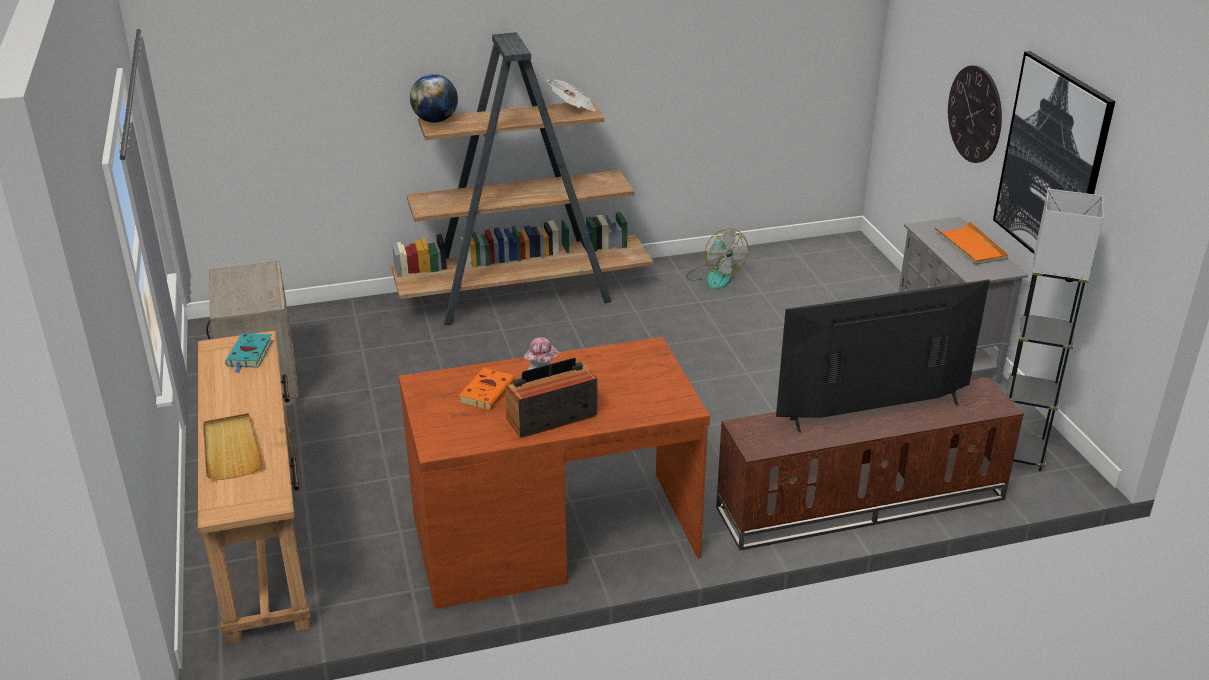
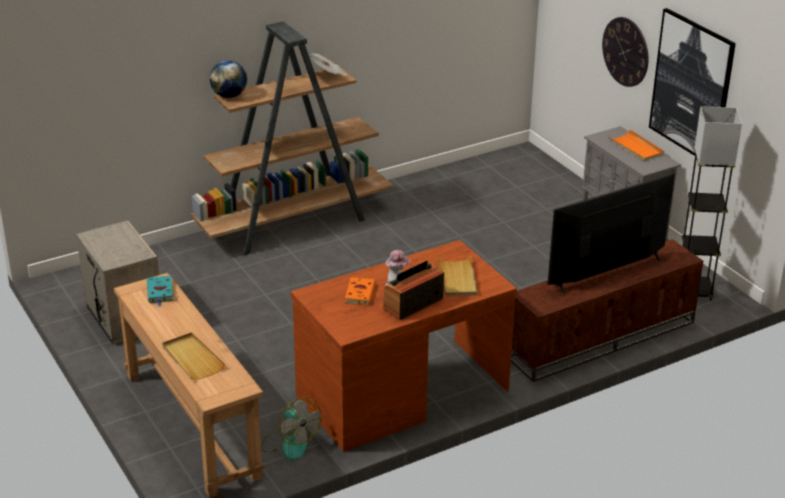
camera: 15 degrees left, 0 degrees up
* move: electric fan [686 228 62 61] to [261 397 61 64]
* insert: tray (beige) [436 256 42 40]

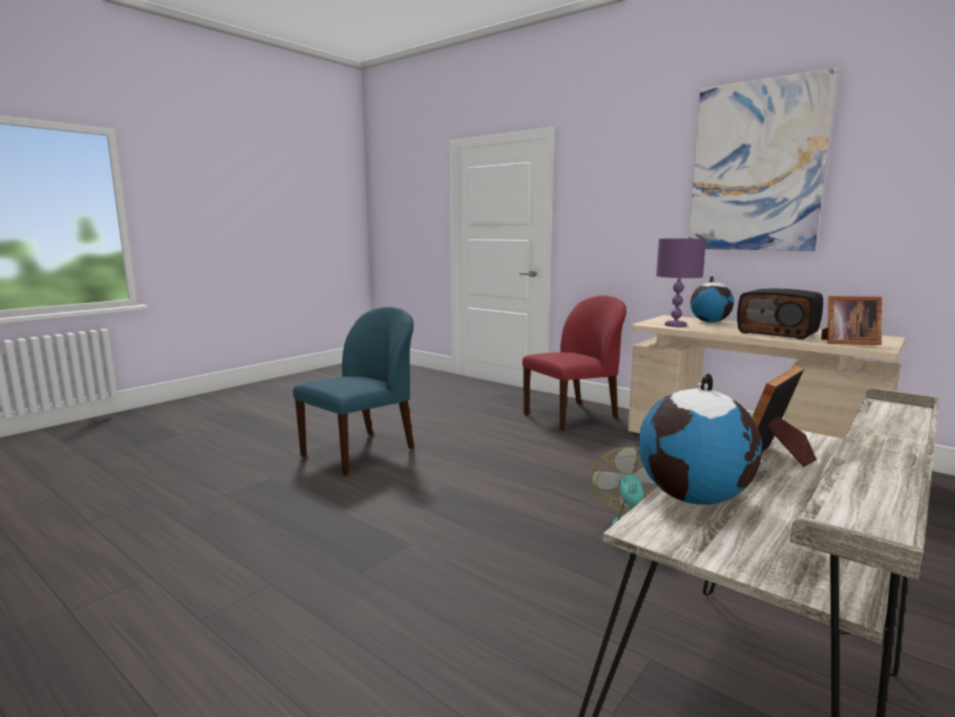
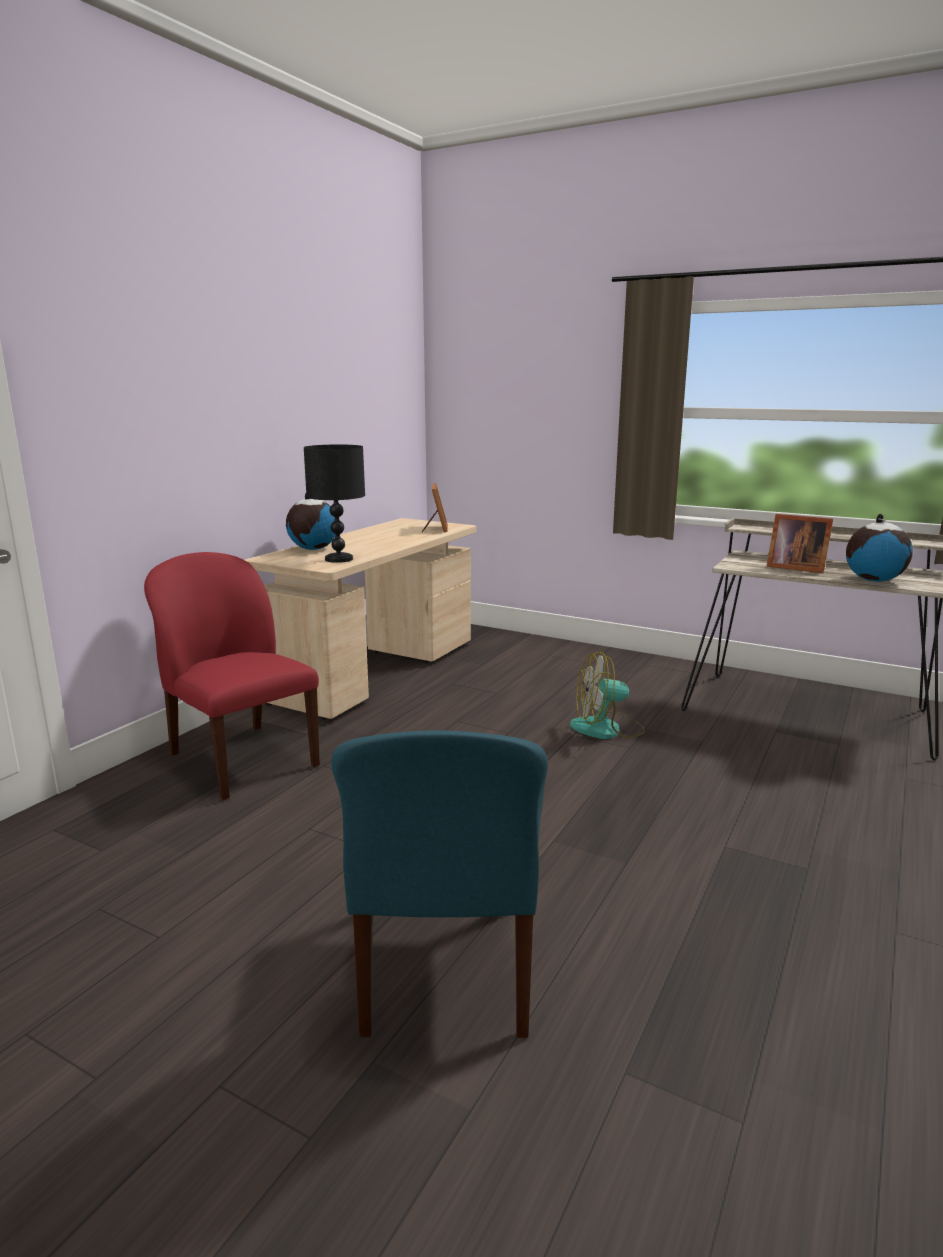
camera: 100 degrees left, 5 degrees up
* delete: wall art [688 68 150 183]
* recolor: table lamp (purplish) [656 239 50 88] to table lamp (black-coloured) [304 444 61 119]
* delete: radio receiver [737 289 86 51]
* rotate: plain chair (blue) [293 307 121 169] = [331 730 217 308] 120 degrees counterclockwise

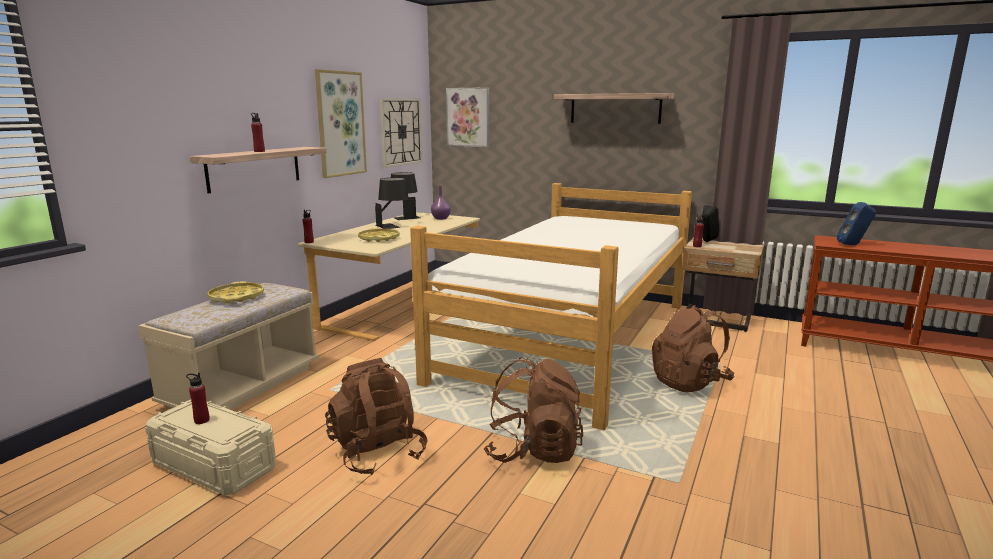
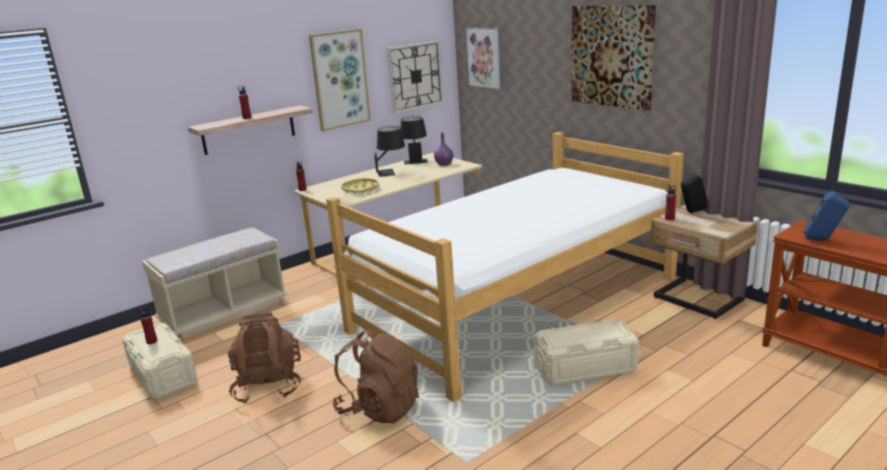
camera: 25 degrees right, 5 degrees up
* replace: bracket shelf [554 93 120 31] to wall art [572 5 84 106]
* delete: tray (yellowish) [207 281 57 22]
* replace: backpack (brown) [652 305 82 87] to storage bin (beige) [534 319 105 67]

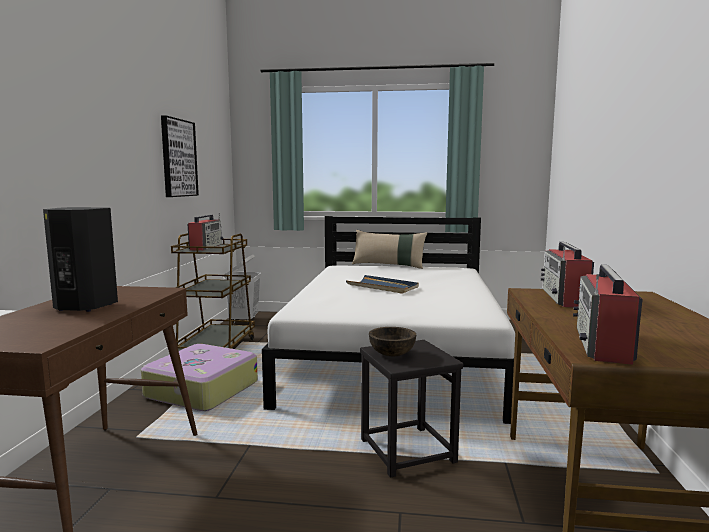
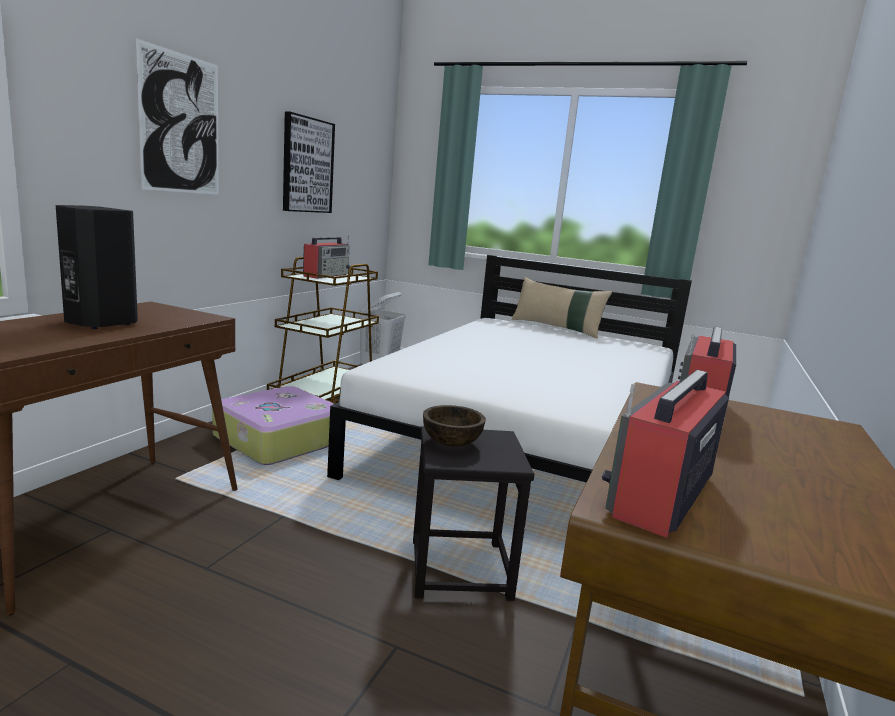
camera: 15 degrees right, 5 degrees up
* delete: tray (blue) [346 275 73 19]
* insert: wall art [135 38 84 157]

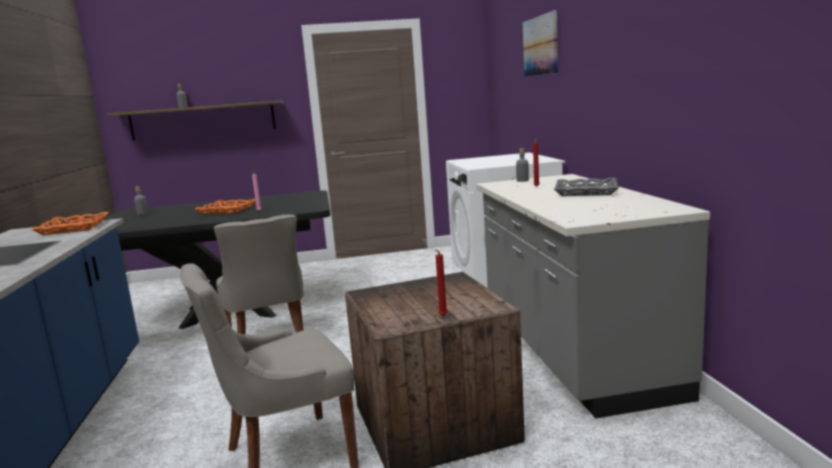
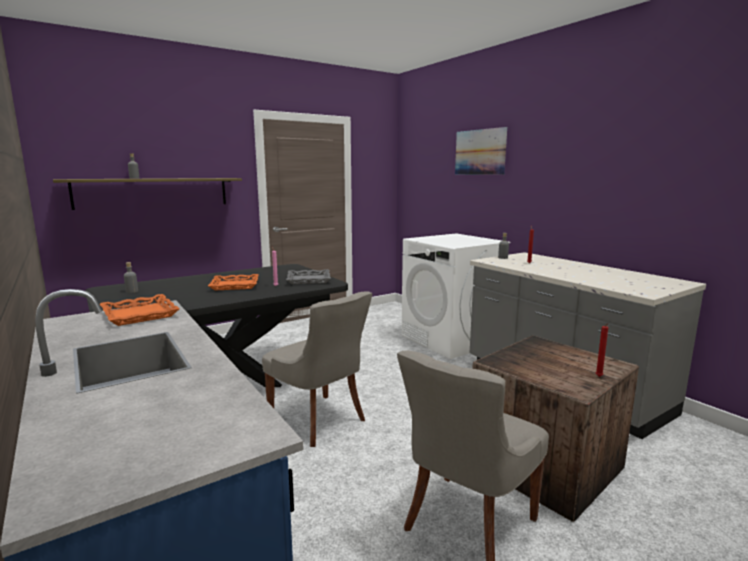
camera: 25 degrees left, 0 degrees up
* move: tray (gray) [554 178 65 18] to [286 269 45 15]

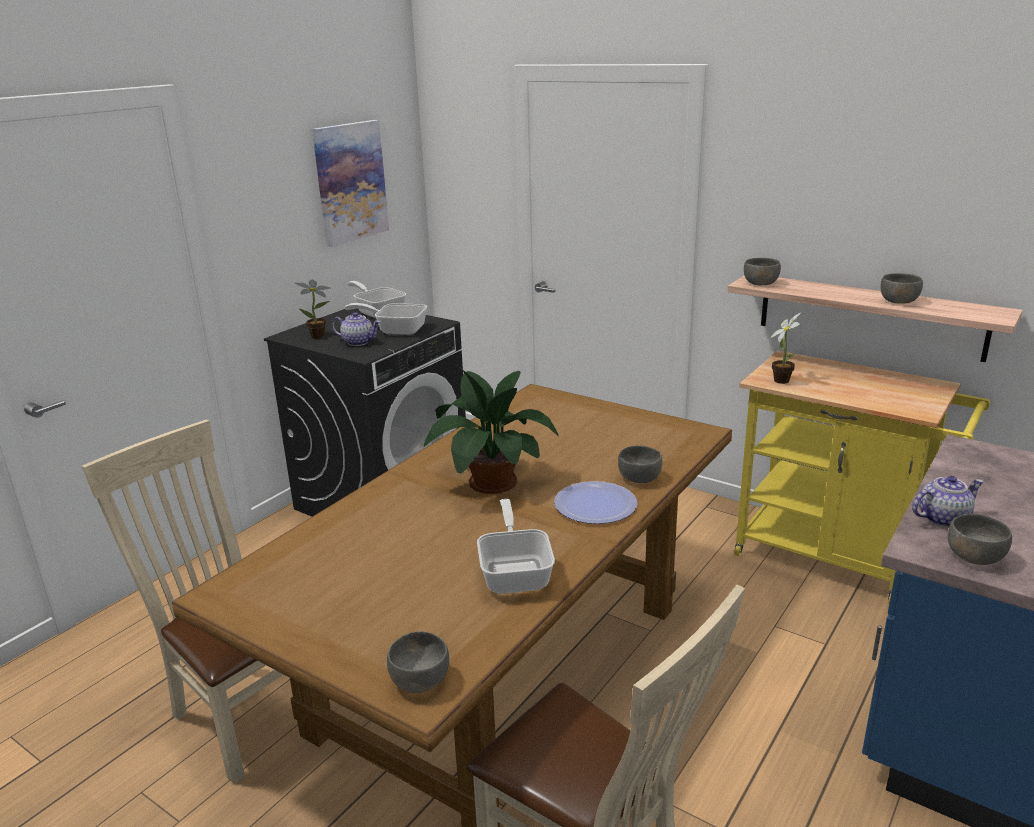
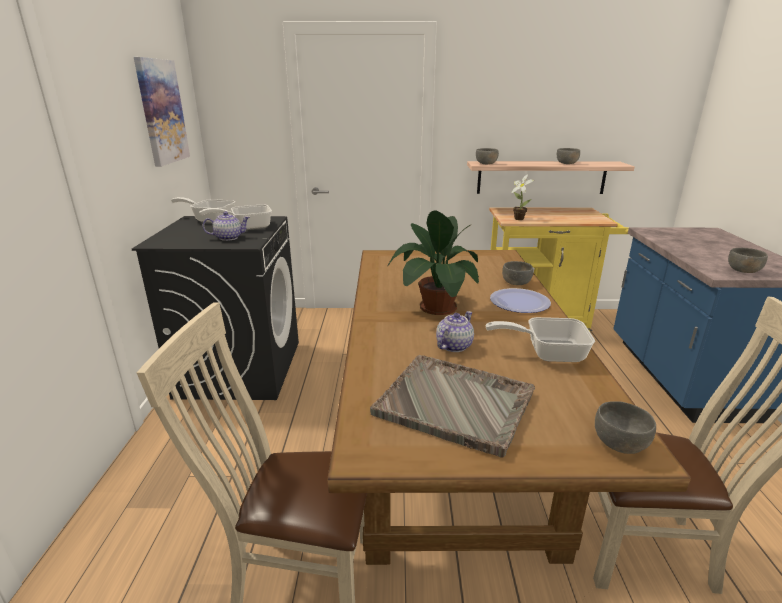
camera: 35 degrees left, 0 degrees up
* delete: houseplant [295 279 36 59]
* move: teapot [912 476 72 51] to [436 311 38 41]
* rotate: pan [477 499 78 95] = [485 317 110 45] 45 degrees counterclockwise
* insert: tray (gray) [370 355 165 103]

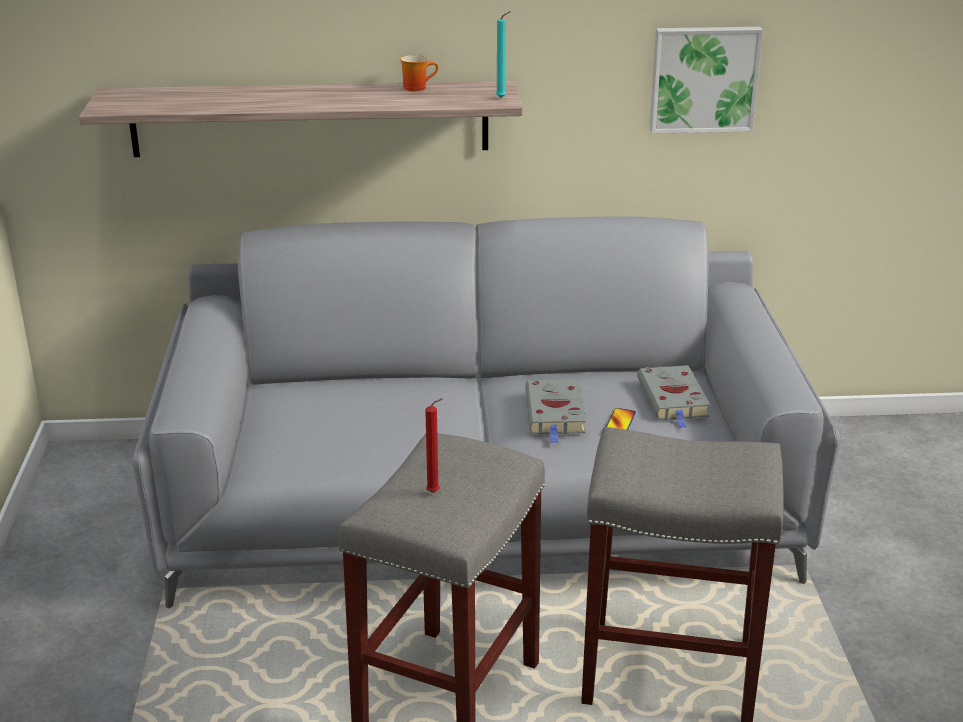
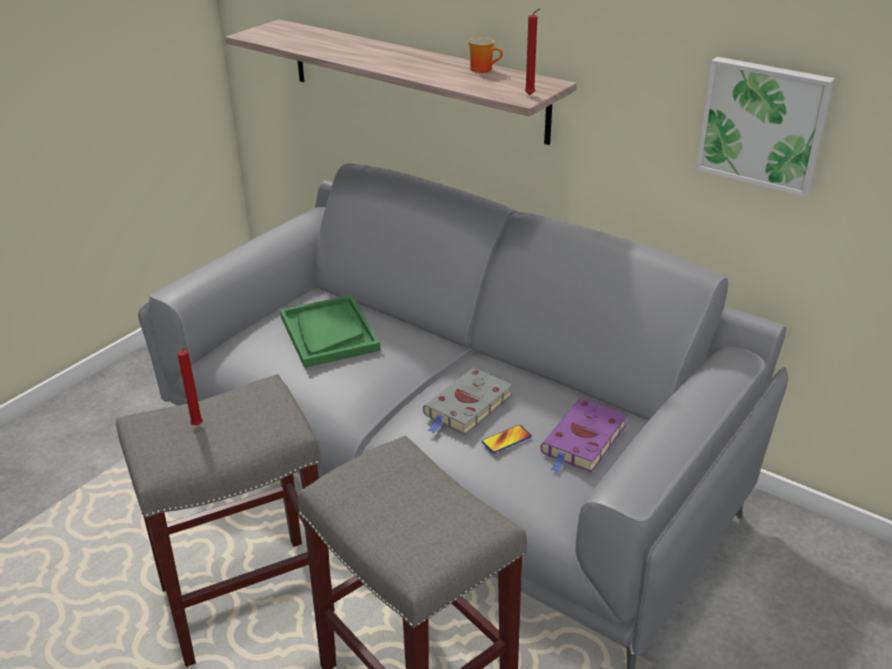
camera: 40 degrees right, 5 degrees up
* recolor: wax light (turquoise-coloured) [496 11 15 87] to wax light (red) [525 8 15 87]
* recolor: book (gray) [637 365 73 63] to book (purplish) [540 398 87 75]
* insert: tray (green-coloured) [280 295 100 73]

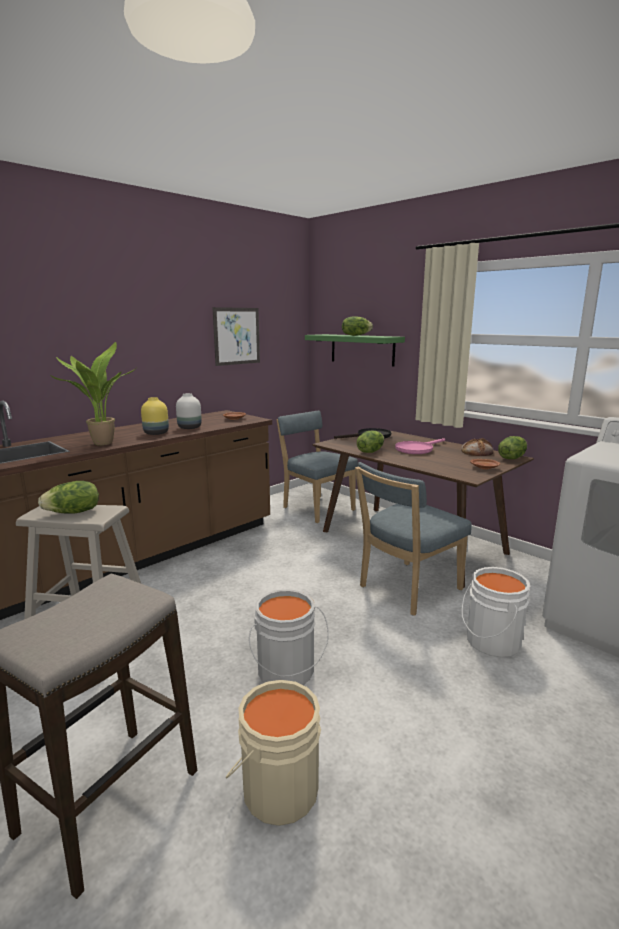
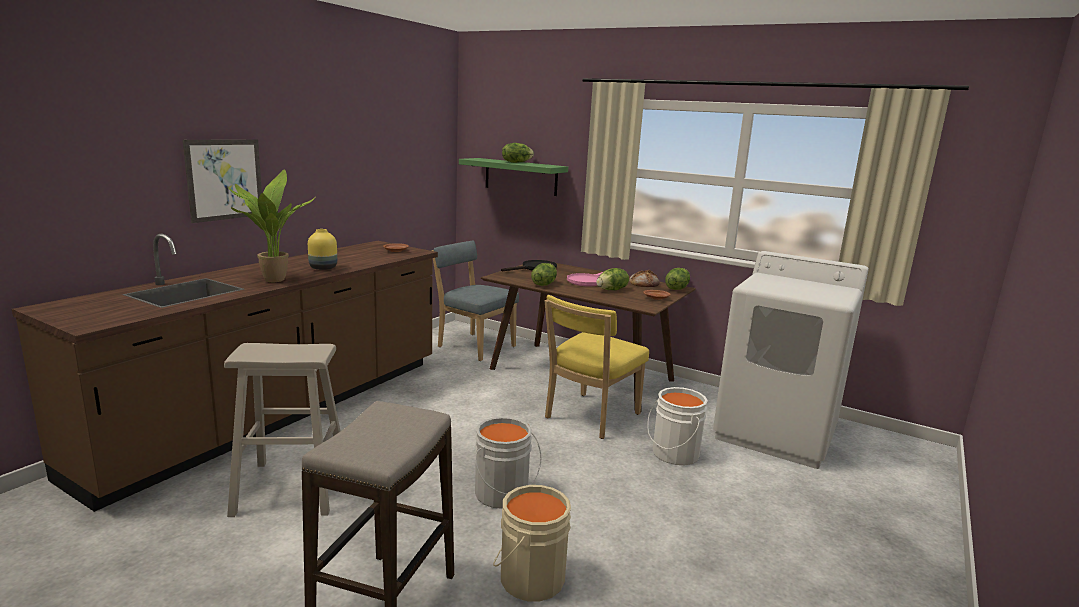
camera: 15 degrees left, 0 degrees up
* move: wall art [212 307 48 59] to [183 139 79 84]
* delete: vase (white-coloured) [176 393 26 36]
* recolor: plain chair (blue) [355 462 117 154] to plain chair (yellowish) [544 295 105 144]
* move: lettuce [38 481 61 32] to [596 268 33 22]

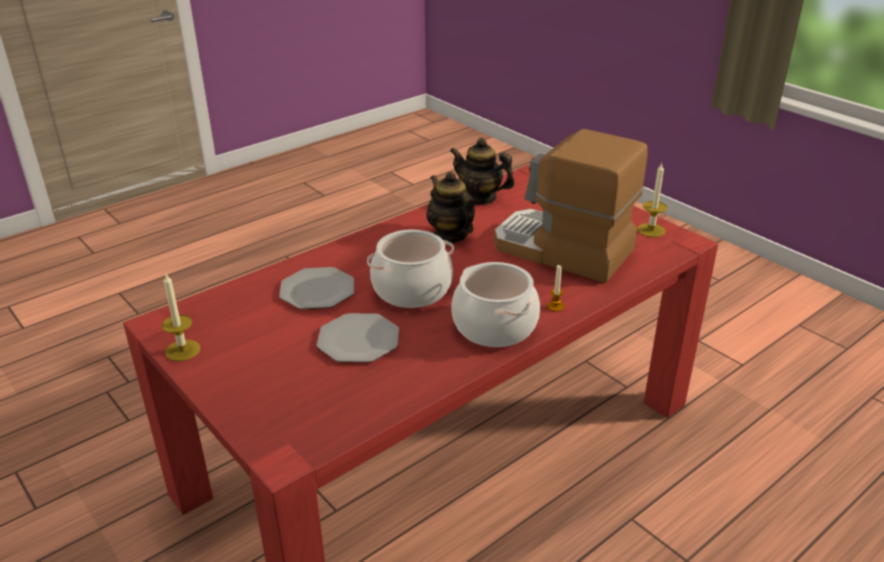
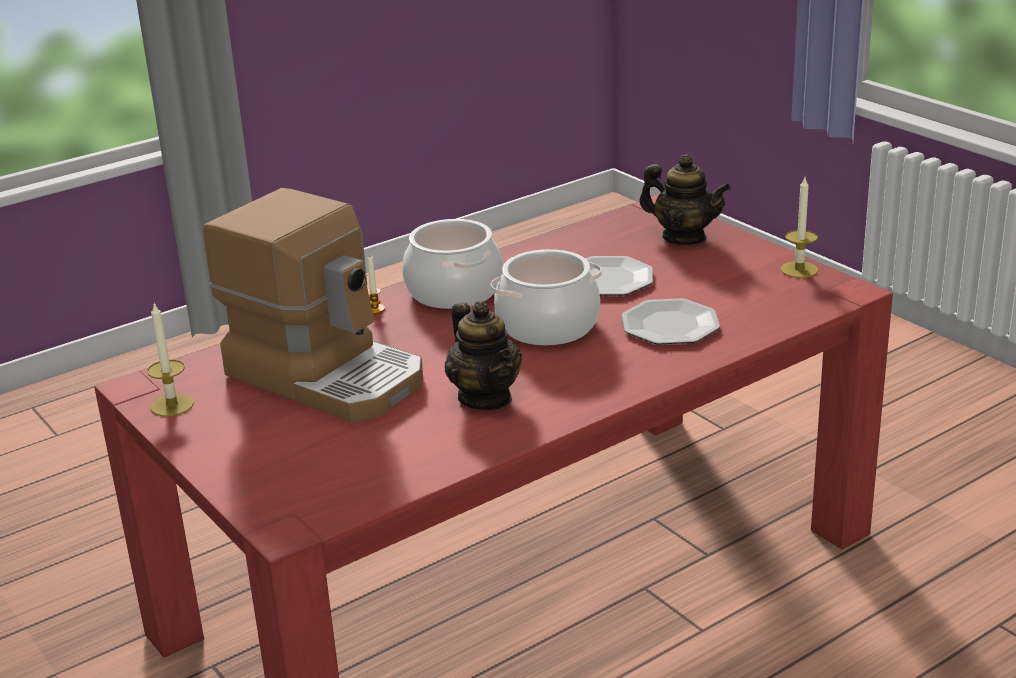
camera: 175 degrees left, 5 degrees down
* move: teapot [450 138 65 67] to [639 154 92 91]

